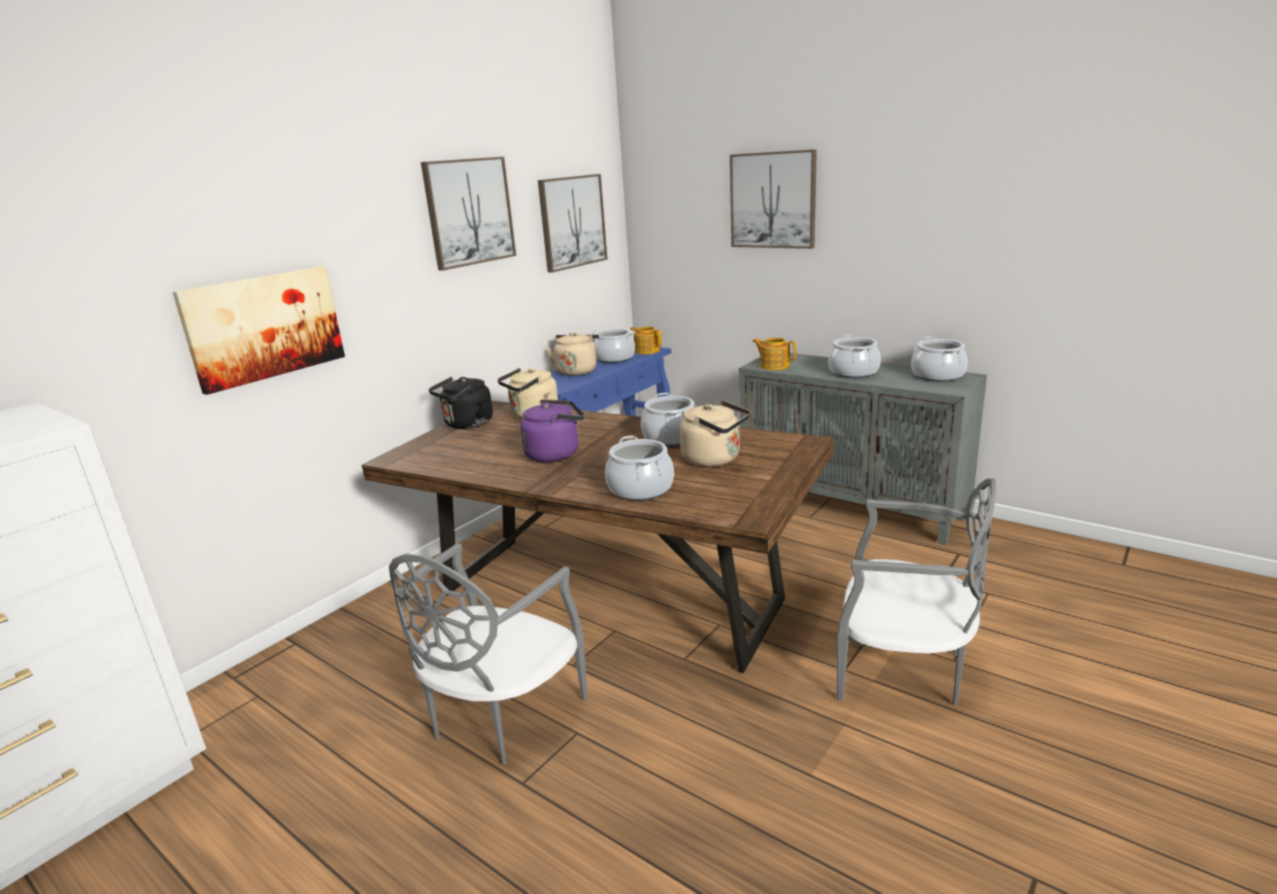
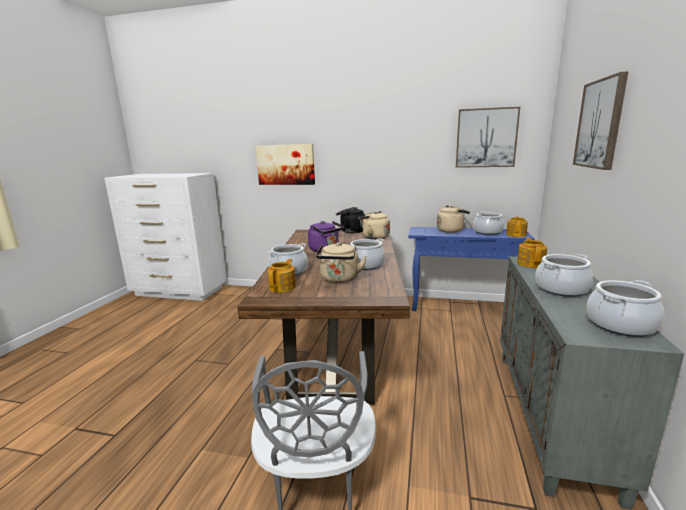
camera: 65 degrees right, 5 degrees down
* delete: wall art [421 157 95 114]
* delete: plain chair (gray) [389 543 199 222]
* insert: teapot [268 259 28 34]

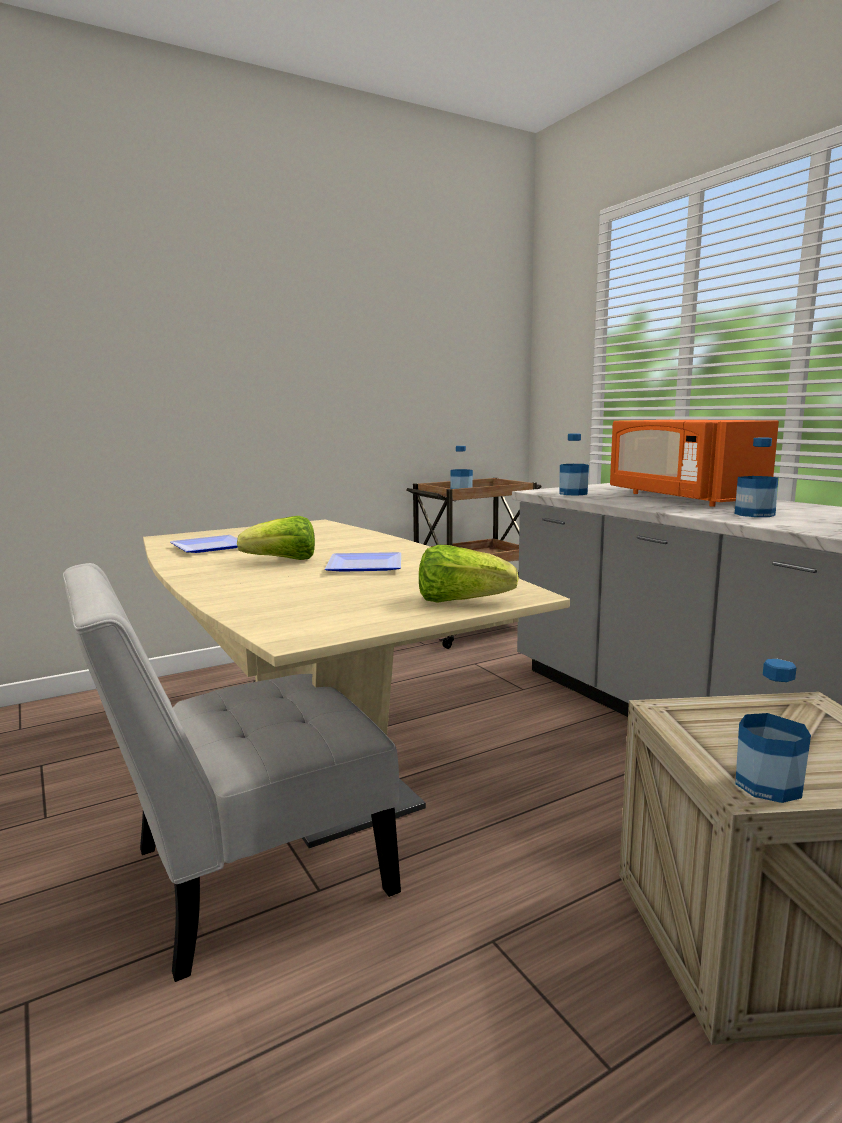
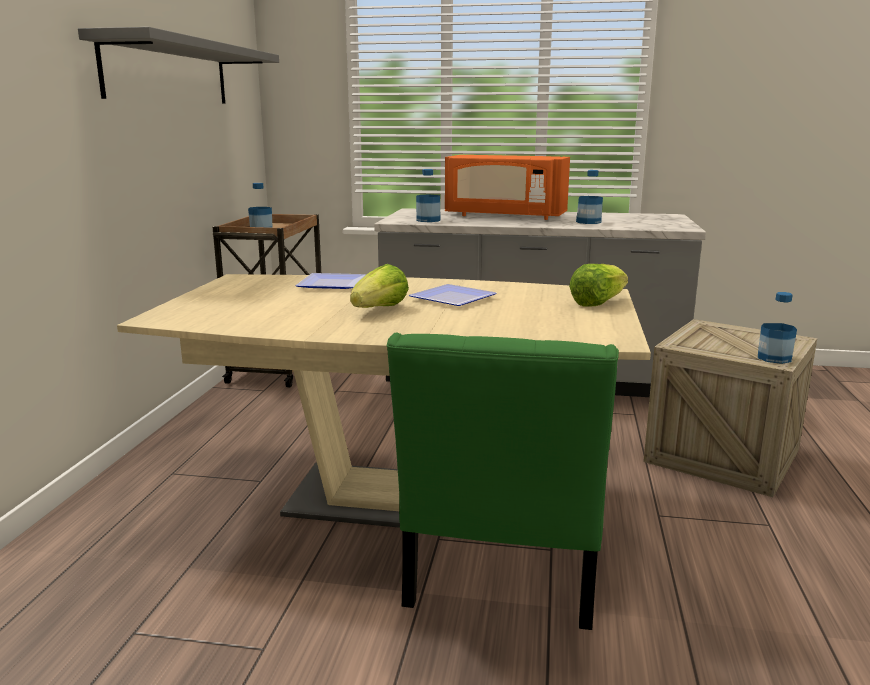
camera: 50 degrees left, 5 degrees up
* move: flat dish [170 535 68 18] to [295 273 71 16]
* recolor: plain chair (white-coloured) [63 563 338 419] to plain chair (green-coloured) [387 333 232 297]
* insert: bracket shelf (gray) [78 27 201 77]

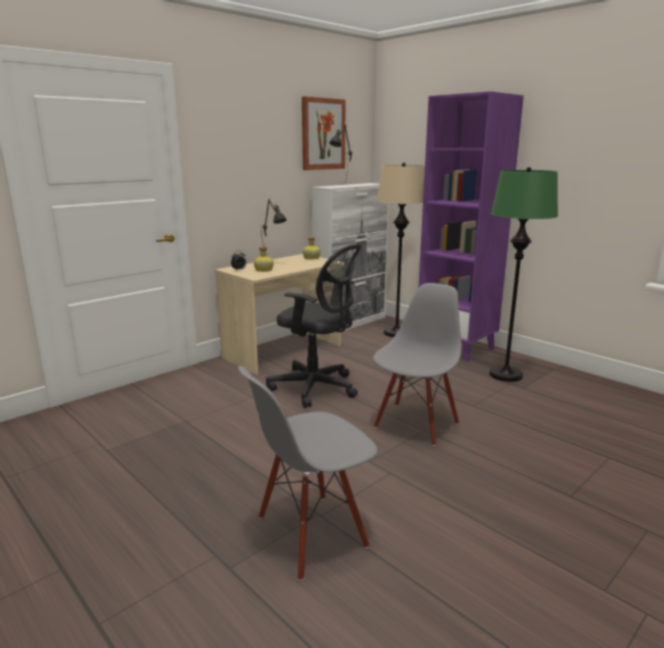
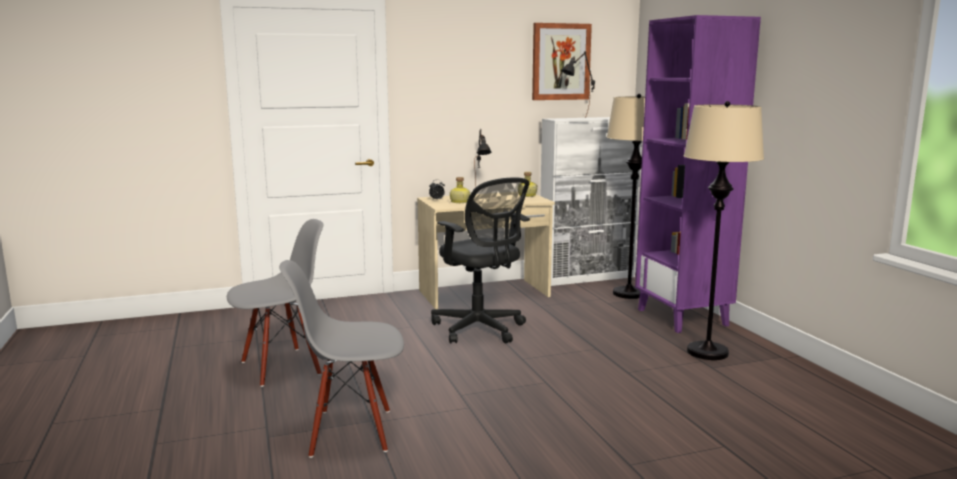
camera: 25 degrees right, 5 degrees down
* recolor: floor lamp (green-coloured) [489 167 69 215] to floor lamp (beige) [684 101 80 259]
* move: plain chair (gray) [373 283 88 163] to [227 219 96 168]

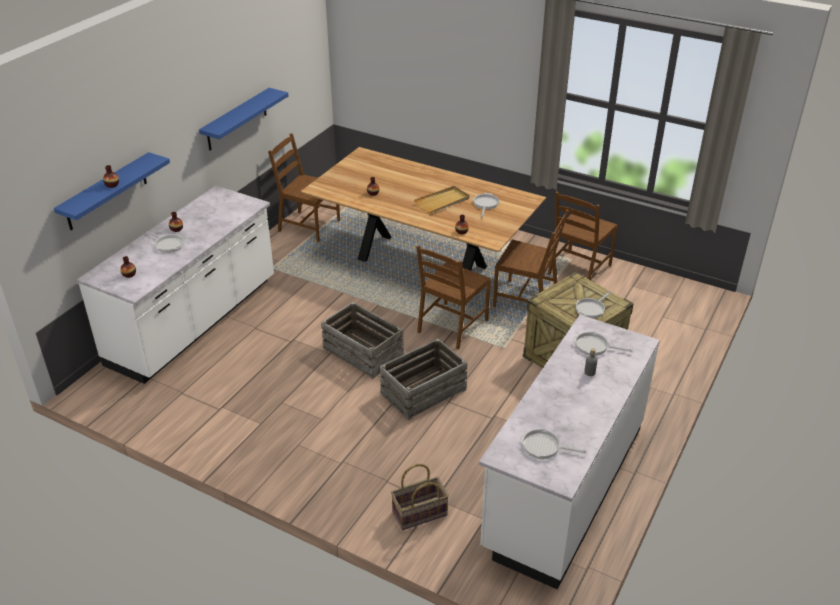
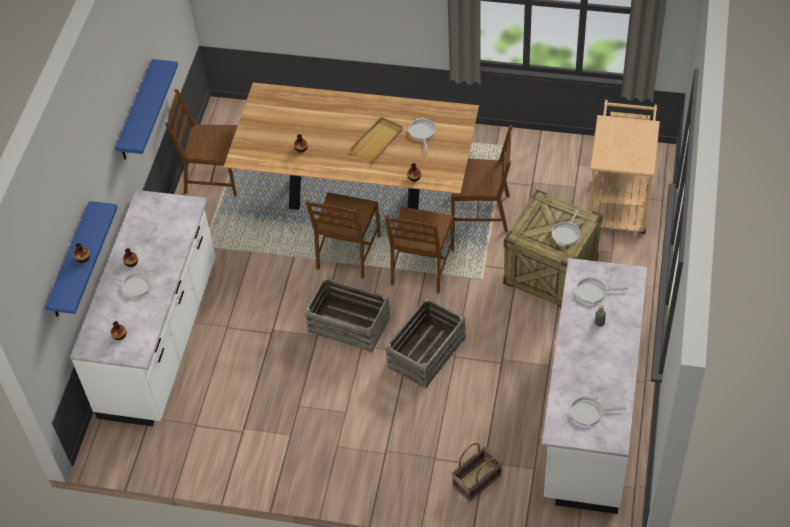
camera: 15 degrees left, 15 degrees up
* move: plain chair (brown) [548 192 70 88] to [306 192 75 87]
* insert: cart (beige) [589 100 71 134]

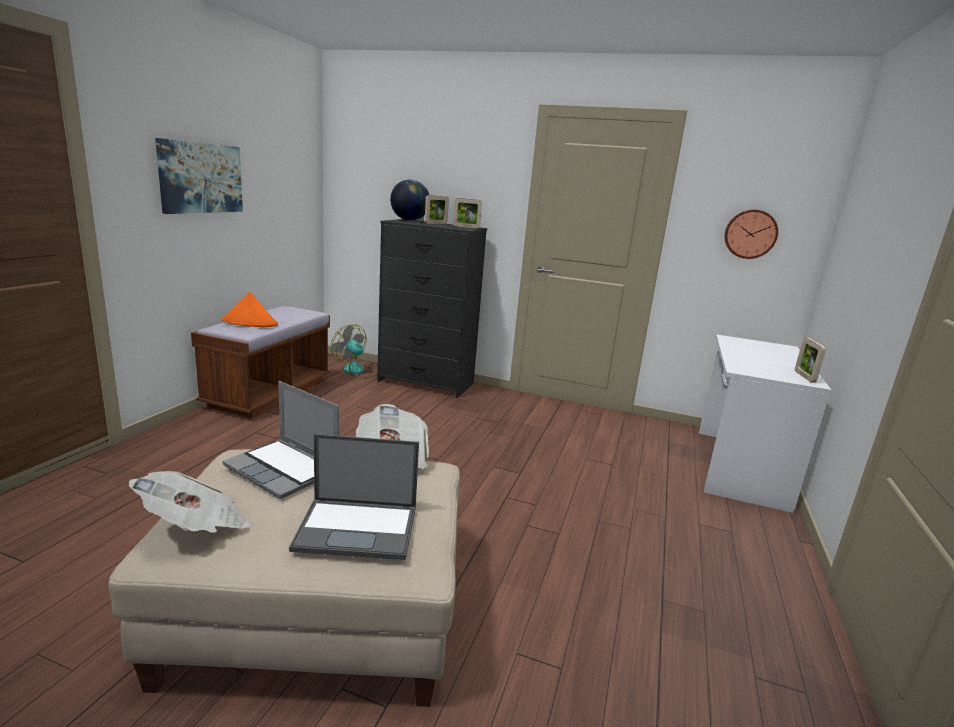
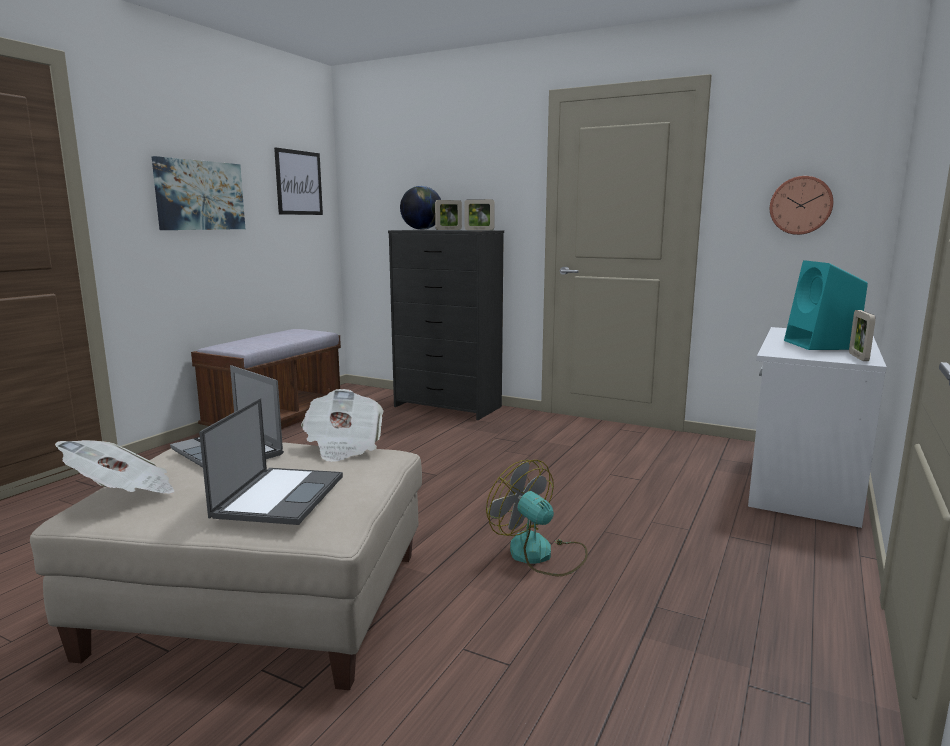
camera: 10 degrees right, 5 degrees down
* delete: clothing hat (orangey) [222 292 56 35]
* move: electric fan [331 324 46 55] to [486 460 102 116]
* rotate: notebook computer [289 434 130 126] = [199 398 144 127] 90 degrees counterclockwise
* insert: wall art [274 147 49 68]
* insert: speaker (turquoise-coloured) [784 260 84 90]

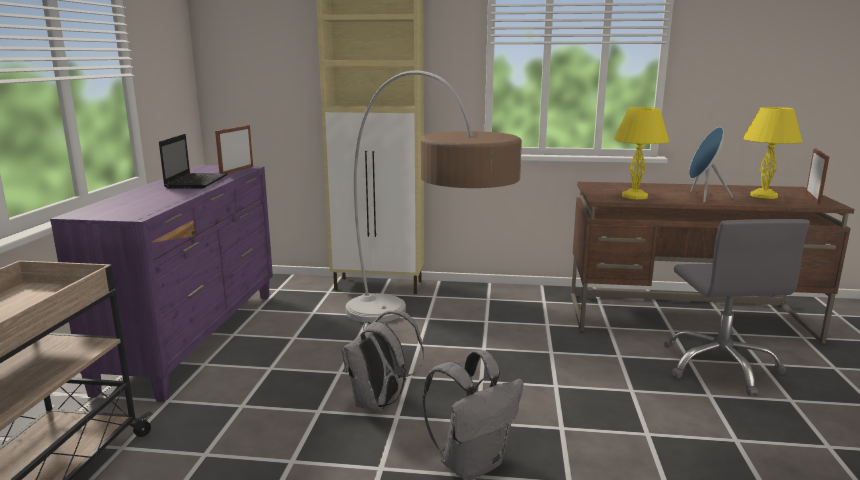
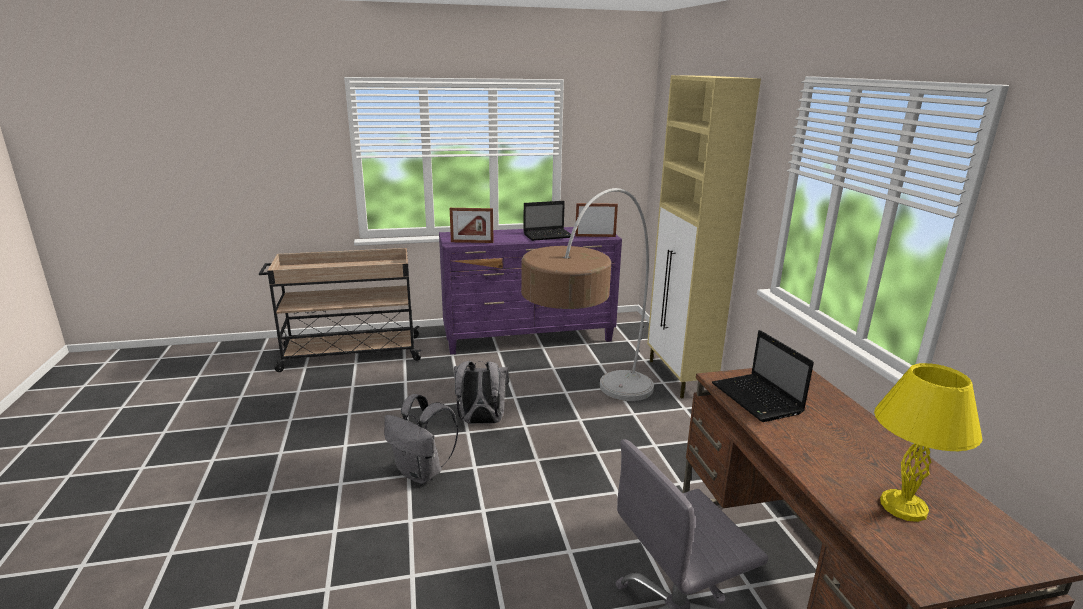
camera: 70 degrees right, 5 degrees up
* replace: table lamp (yellowish) [614 107 55 92] to notebook computer [712 330 102 92]
* delete: speaker (blue) [689 127 44 75]
* move: standing frame [806 148 23 56] to [450 208 43 35]

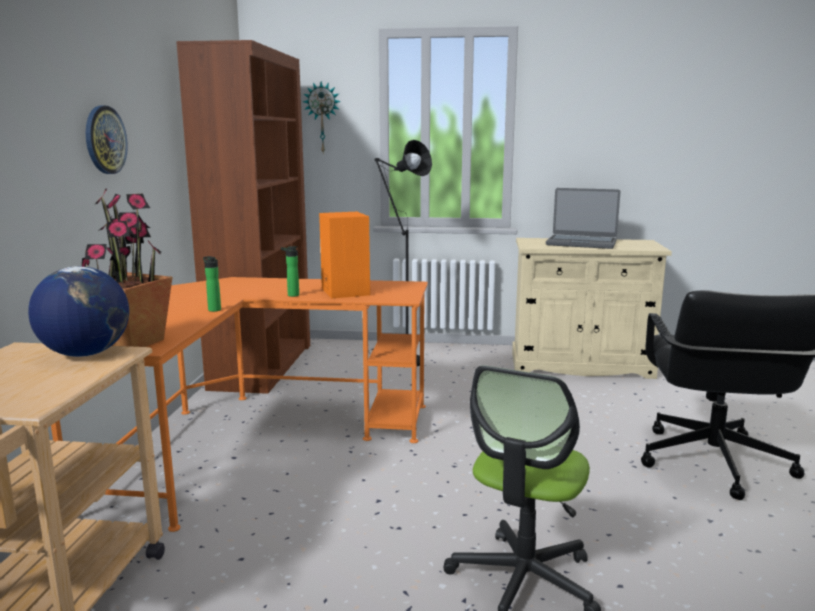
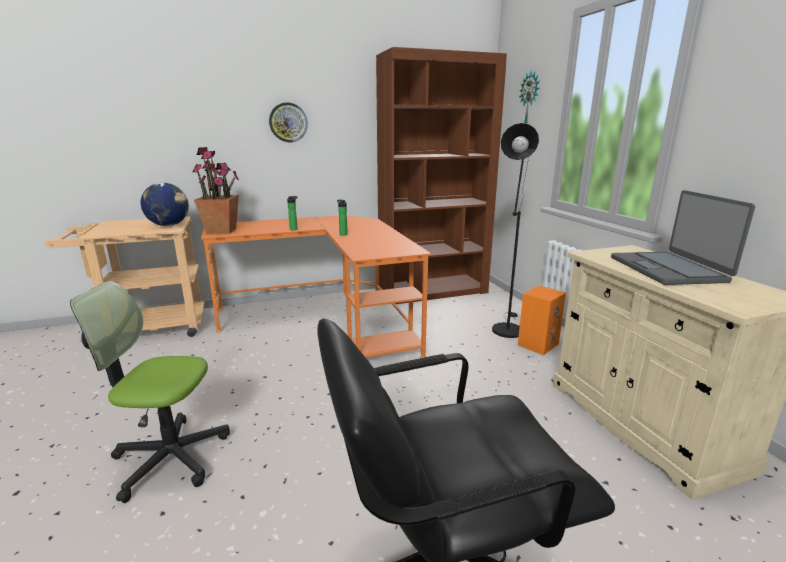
camera: 65 degrees right, 5 degrees up
* move: speaker (orangey) [319 212 51 86] to [518 286 48 69]

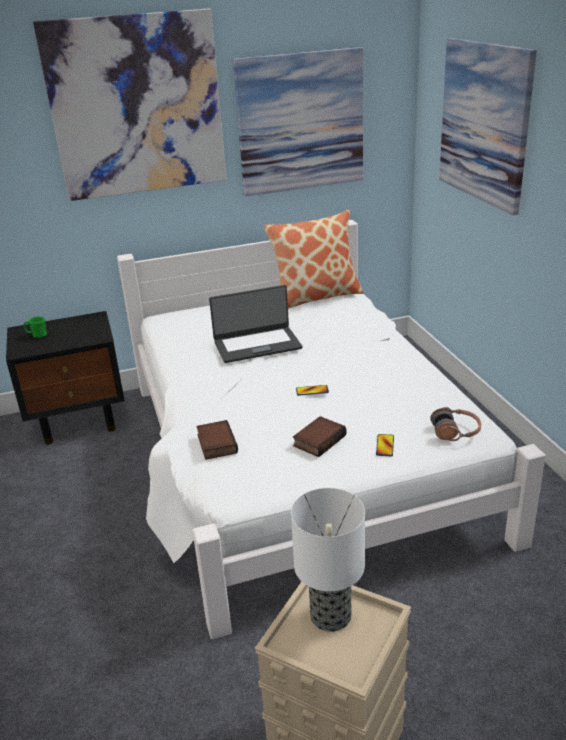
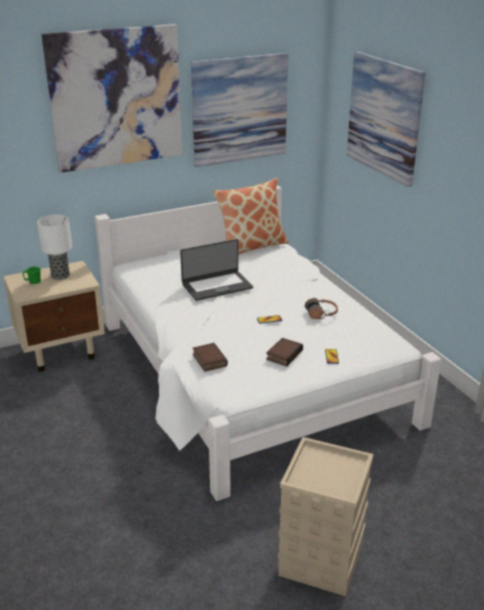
camera: 10 degrees left, 0 degrees up
* recolor: night table (black-coloured) [6 311 119 134] to night table (beige) [3 261 102 111]
* move: headset [430 407 51 34] to [305 298 33 21]
* move: table lamp [291 488 74 144] to [37 215 35 65]

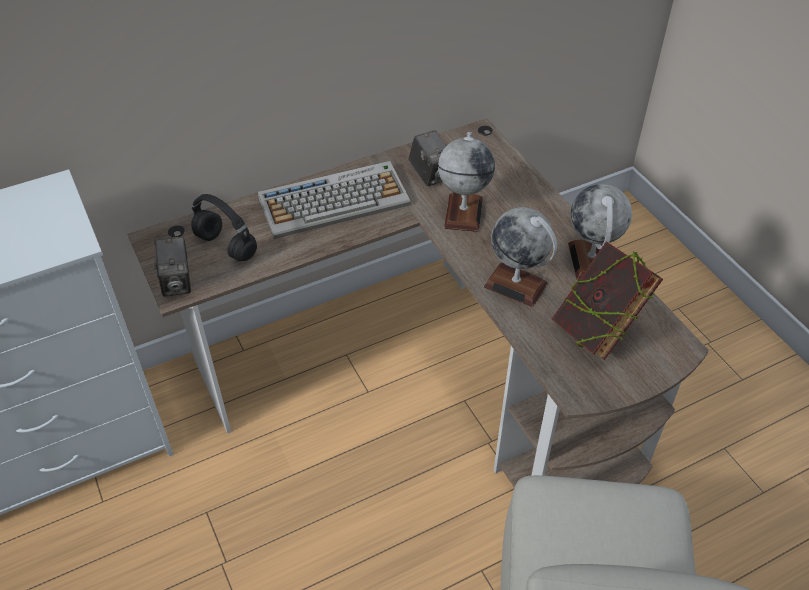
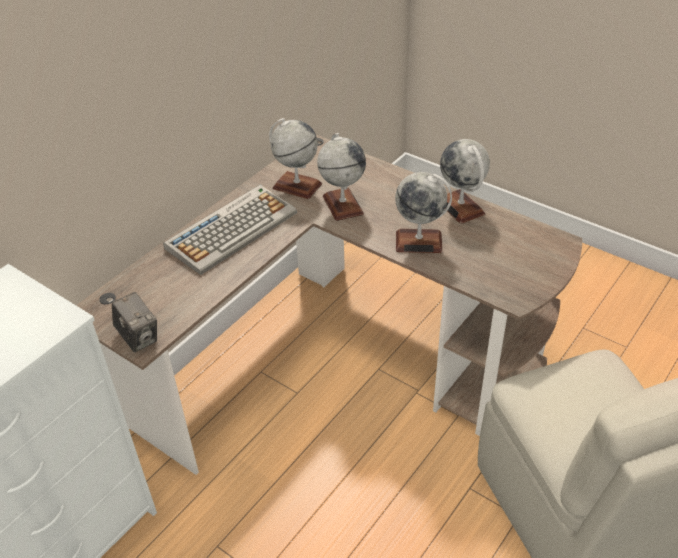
camera: 25 degrees left, 5 degrees down
* replace: still camera [409 130 37 56] to desk globe [269 118 53 81]
* delete: headset (black-coloured) [191 194 66 67]
* delete: book [552 241 111 119]

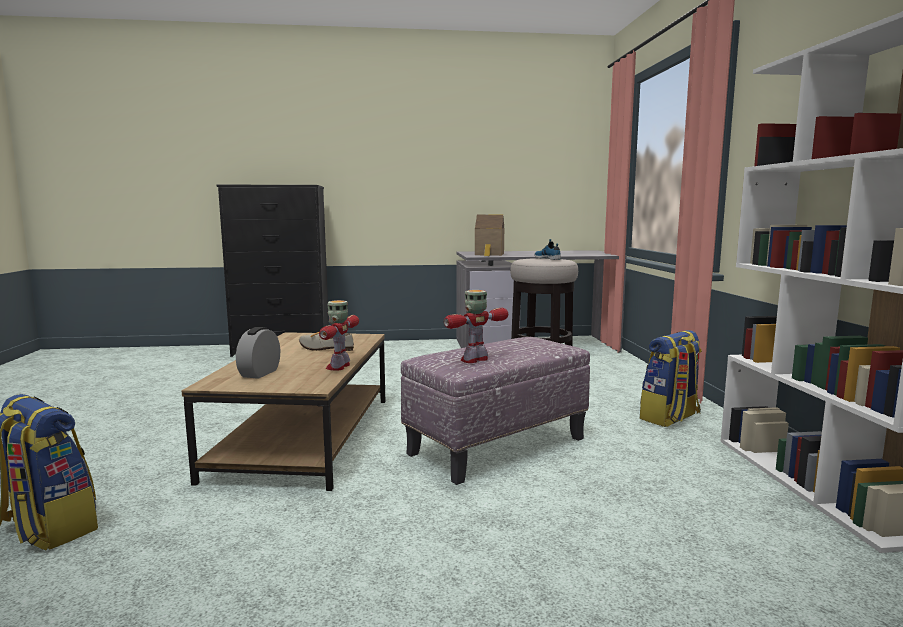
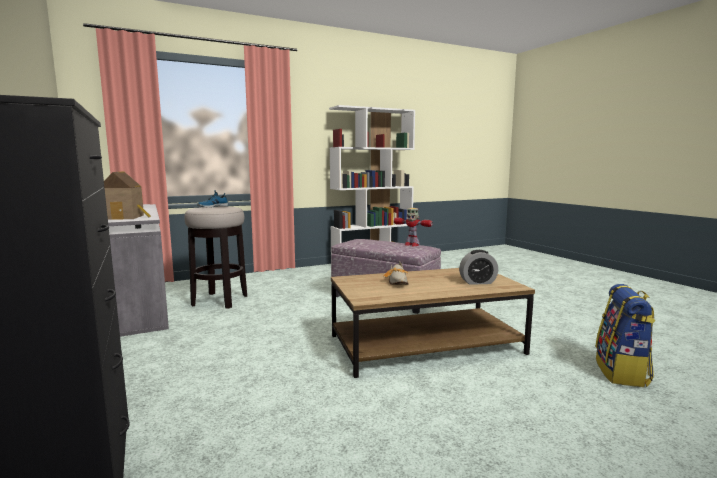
camera: 110 degrees left, 0 degrees up
* delete: toy robot [319 300 40 71]
* delete: backpack [640 330 62 97]

